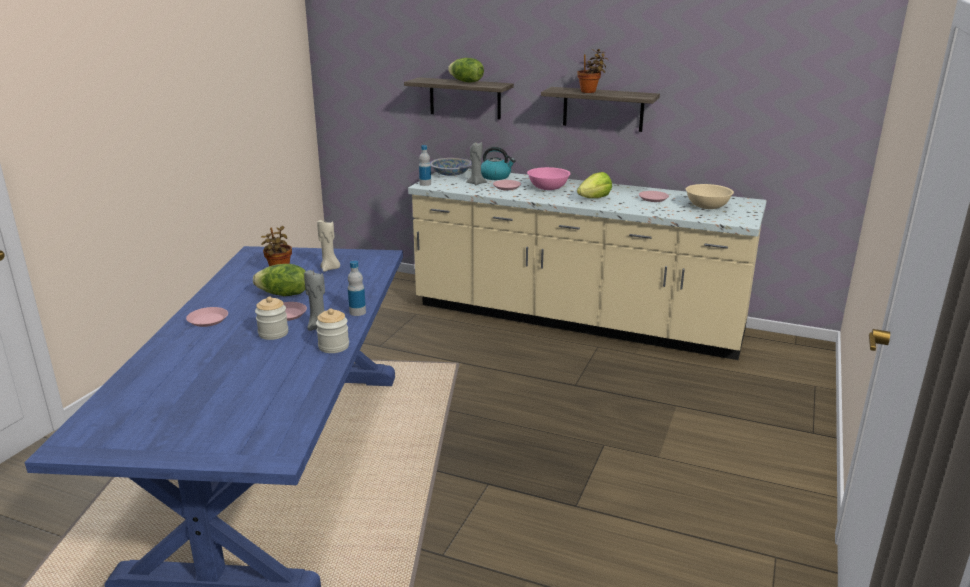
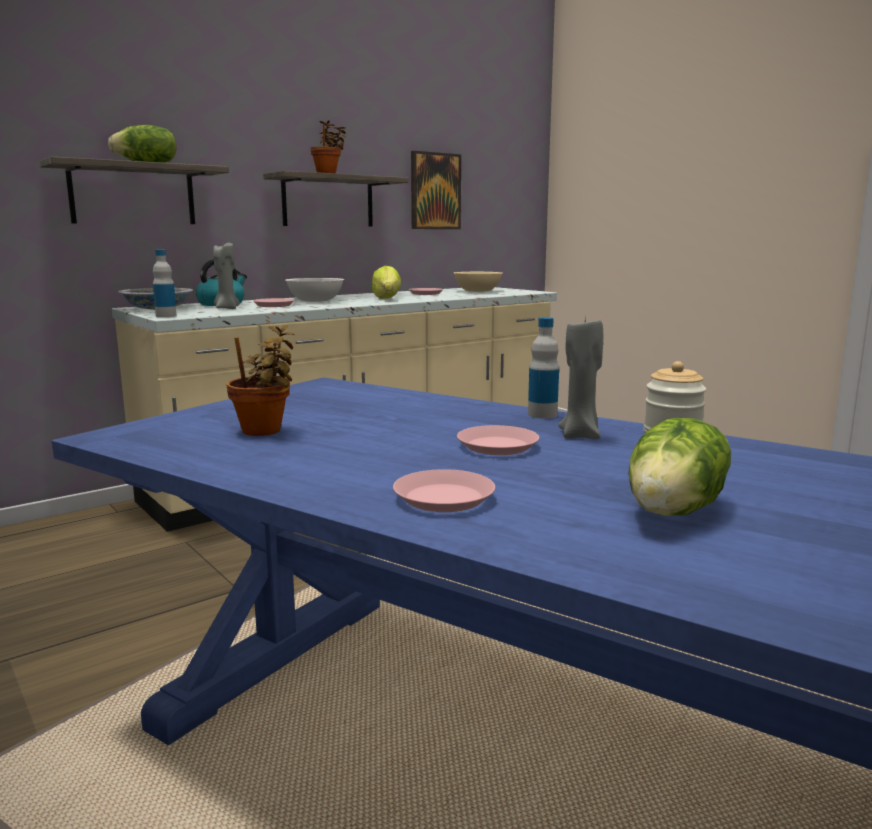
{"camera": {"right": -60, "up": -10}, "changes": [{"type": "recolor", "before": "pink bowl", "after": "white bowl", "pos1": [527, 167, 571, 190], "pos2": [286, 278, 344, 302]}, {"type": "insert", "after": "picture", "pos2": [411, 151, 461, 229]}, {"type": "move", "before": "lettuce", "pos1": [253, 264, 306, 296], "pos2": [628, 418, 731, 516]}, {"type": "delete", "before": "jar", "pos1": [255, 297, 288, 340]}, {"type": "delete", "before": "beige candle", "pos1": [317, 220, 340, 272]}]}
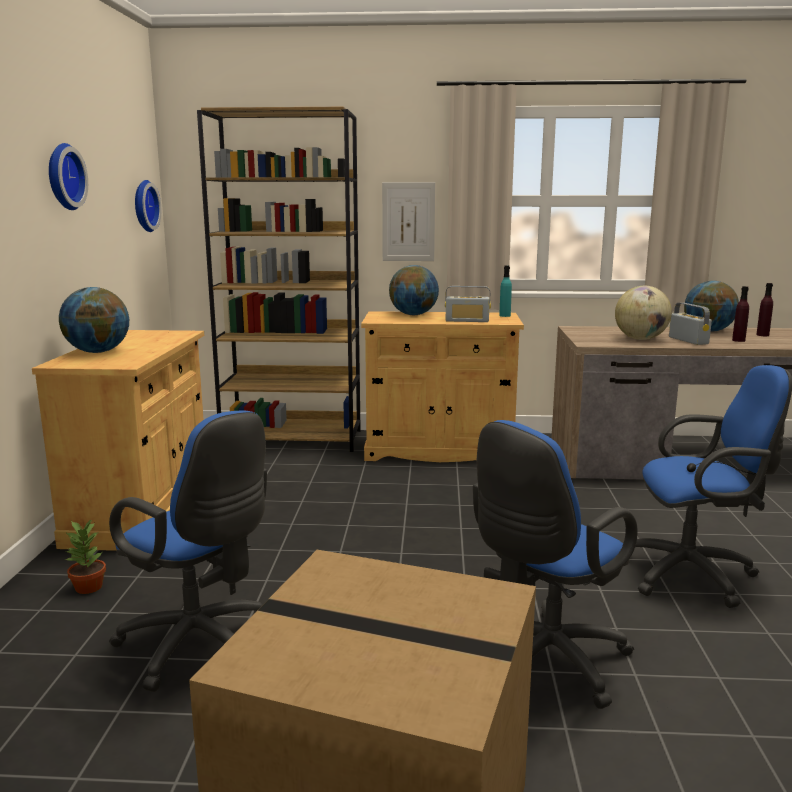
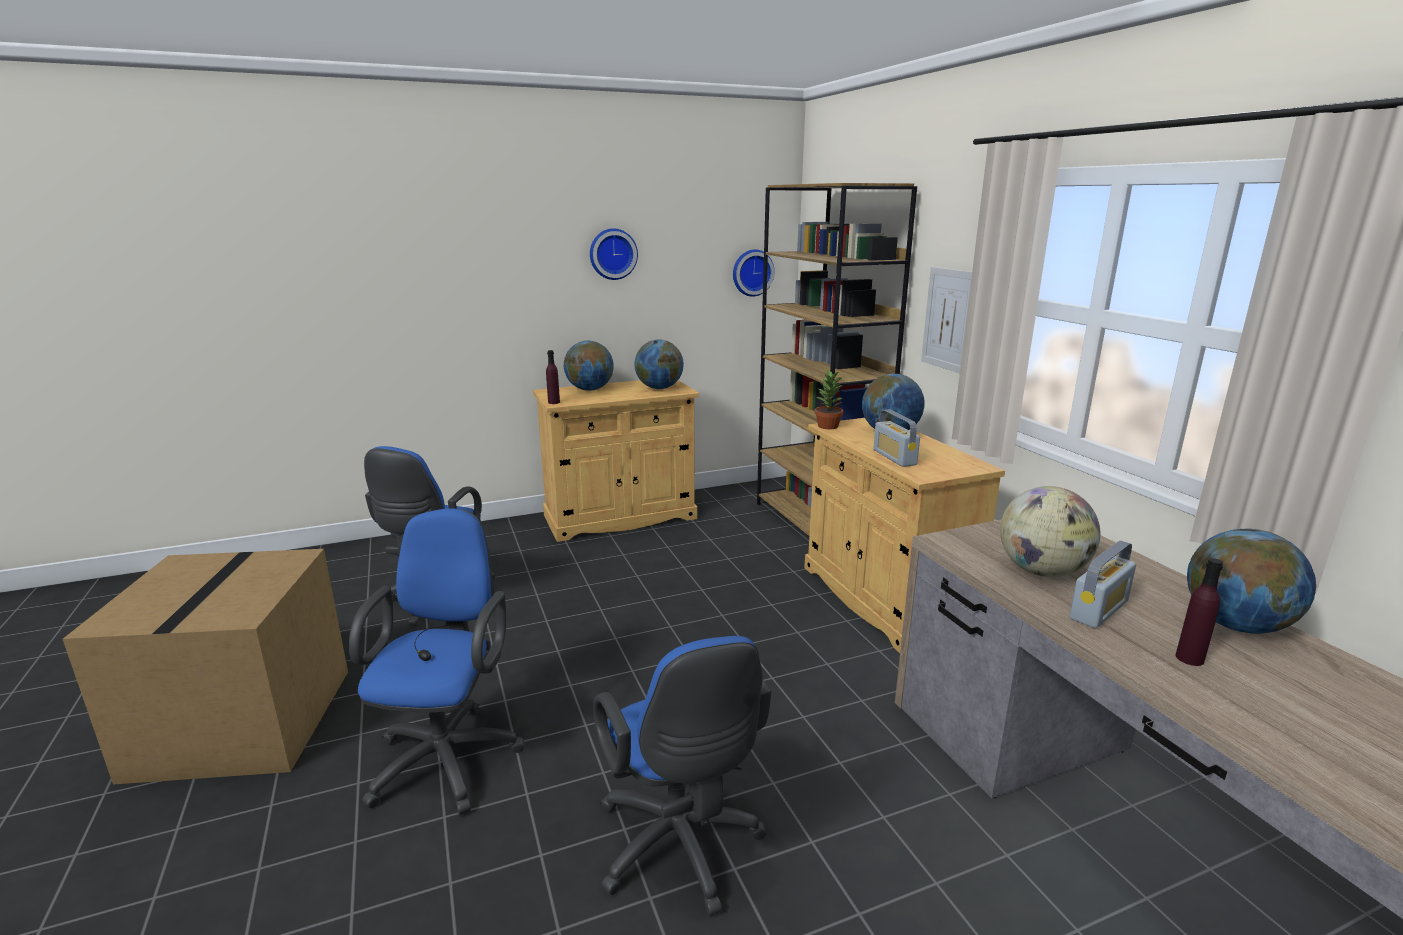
{"camera": {"right": 65, "up": 5}, "changes": [{"type": "rotate", "before": "blue office chair", "pos1": [473, 420, 638, 709], "pos2": [349, 508, 524, 815], "turn": 75}, {"type": "move", "before": "purple bottle", "pos1": [756, 283, 773, 336], "pos2": [546, 350, 560, 404]}, {"type": "insert", "after": "globe", "pos2": [634, 340, 684, 389]}, {"type": "move", "before": "potted plant", "pos1": [65, 519, 106, 594], "pos2": [815, 371, 843, 429]}, {"type": "delete", "before": "turquoise bottle", "pos1": [499, 265, 512, 317]}]}
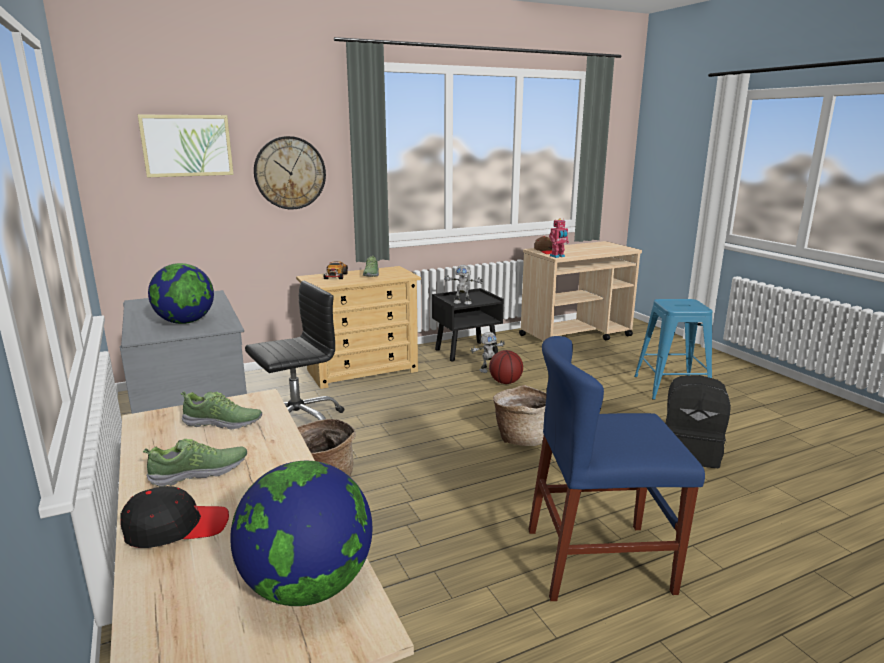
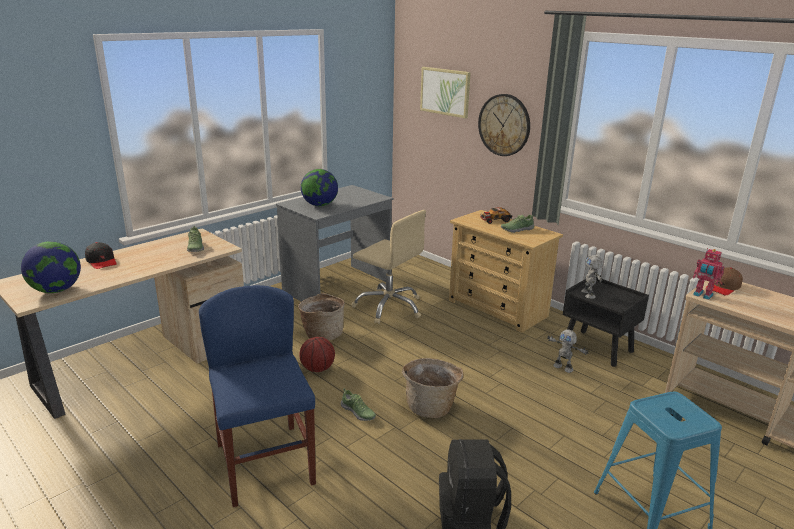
{"camera": {"right": 70, "up": 5}, "changes": [{"type": "move", "before": "basketball", "pos1": [489, 350, 523, 384], "pos2": [299, 337, 335, 372]}, {"type": "move", "before": "shoe", "pos1": [143, 439, 247, 487], "pos2": [341, 388, 376, 421]}, {"type": "recolor", "before": "black office chair", "after": "beige office chair", "pos1": [245, 281, 344, 420], "pos2": [352, 210, 426, 324]}]}
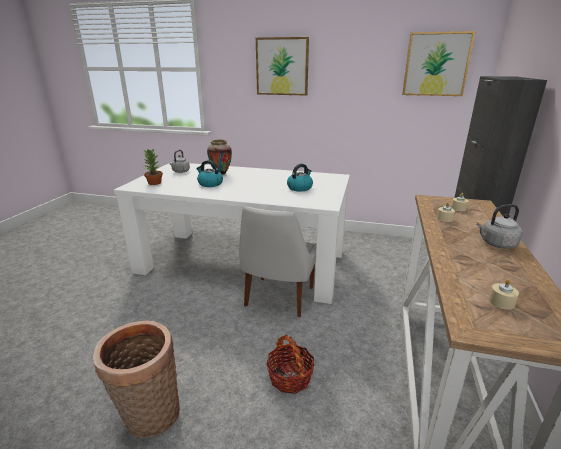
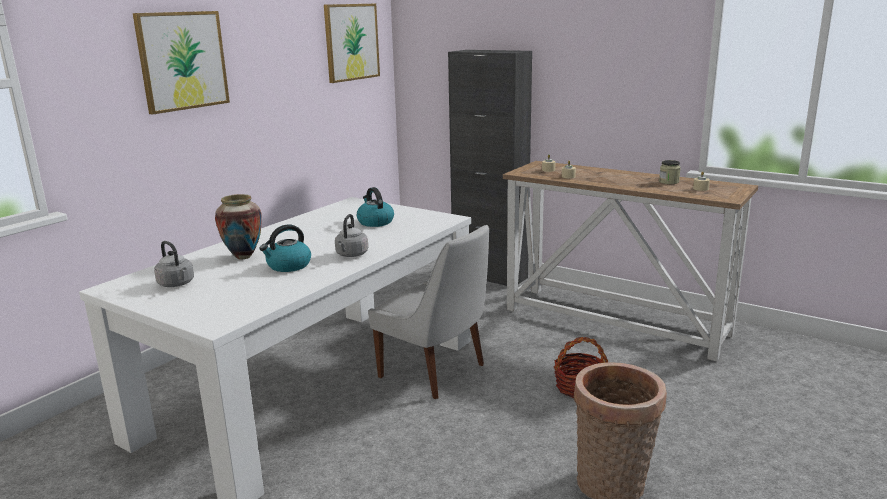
{"camera": {"right": -70, "up": -5}, "changes": [{"type": "move", "before": "grey kettle", "pos1": [477, 204, 523, 249], "pos2": [335, 214, 368, 257]}, {"type": "insert", "after": "jar", "pos2": [659, 160, 681, 184]}, {"type": "delete", "before": "potted plant", "pos1": [143, 148, 163, 185]}]}
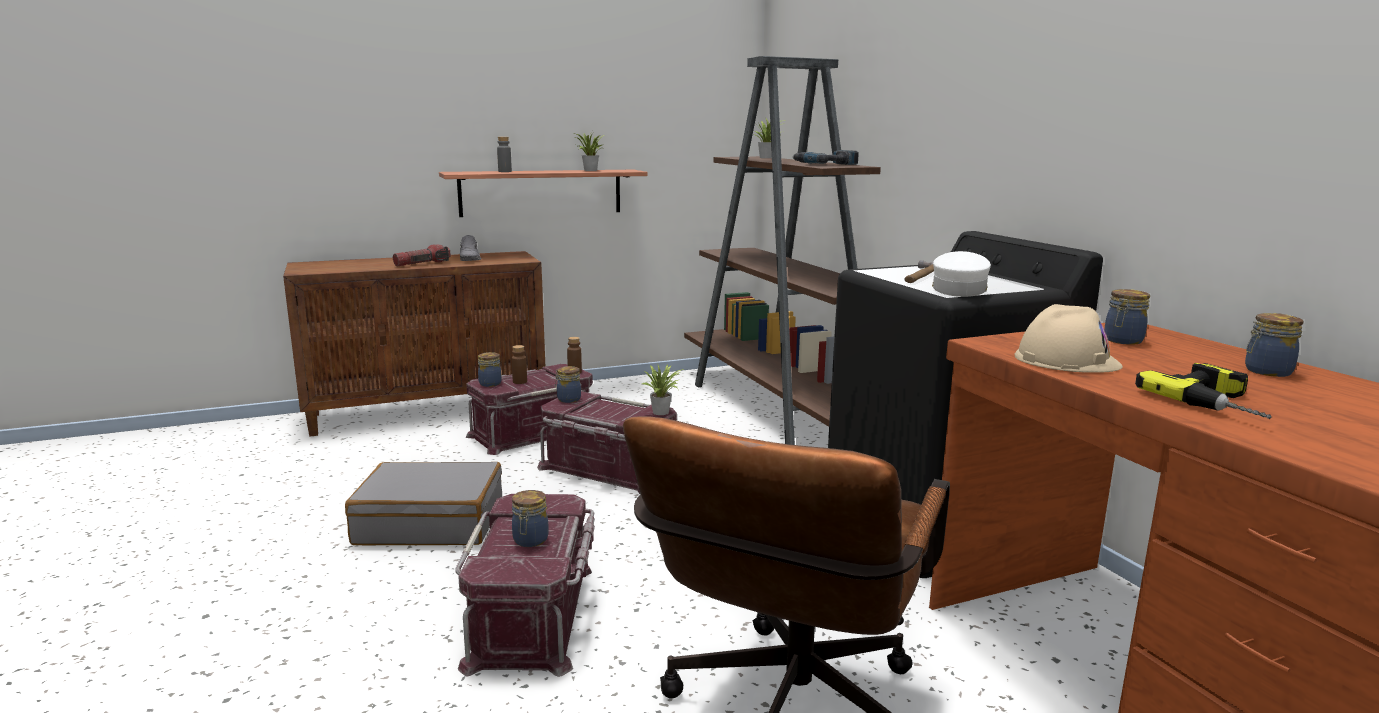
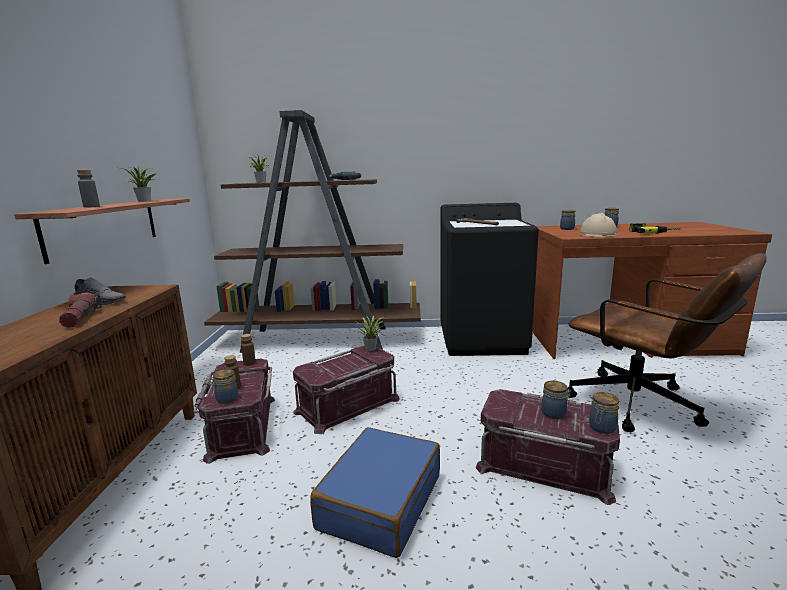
{"camera": {"right": -65, "up": 0}, "changes": [{"type": "recolor", "before": "grey suitcase", "after": "blue suitcase", "pos1": [345, 462, 502, 545], "pos2": [310, 427, 440, 558]}, {"type": "move", "before": "jar", "pos1": [555, 366, 581, 403], "pos2": [589, 392, 619, 434]}, {"type": "delete", "before": "white cap", "pos1": [932, 251, 991, 297]}]}
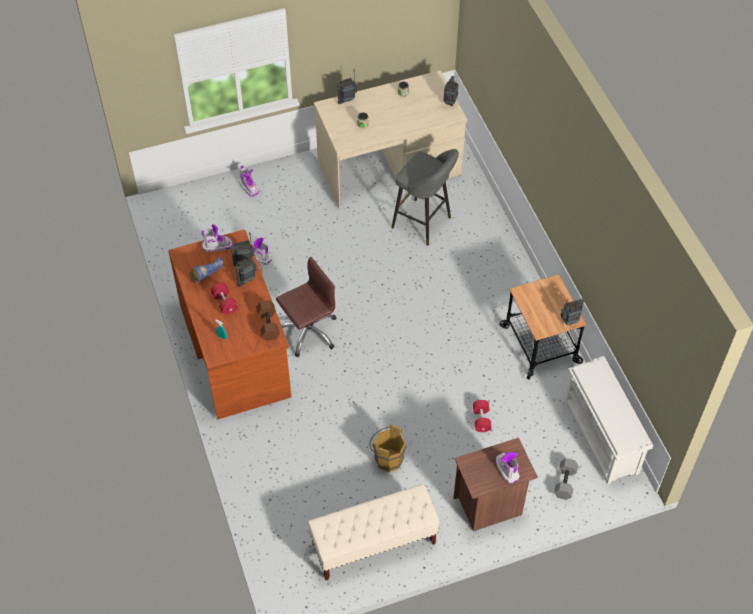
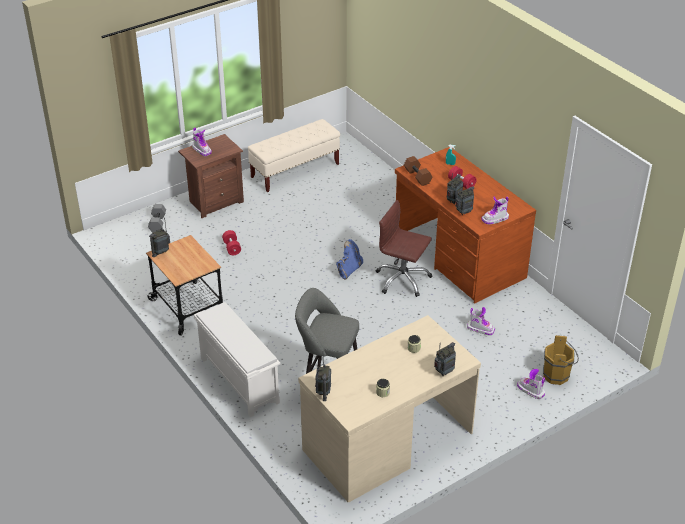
{"camera": {"right": 165, "up": -15}, "changes": [{"type": "move", "before": "white shoe rack", "pos1": [564, 356, 653, 485], "pos2": [194, 302, 281, 417]}, {"type": "move", "before": "blue boot", "pos1": [189, 257, 224, 283], "pos2": [336, 239, 363, 280]}, {"type": "rotate", "before": "brown office chair", "pos1": [276, 256, 337, 357], "pos2": [376, 200, 432, 297], "turn": 75}, {"type": "move", "before": "brown bucket", "pos1": [369, 424, 406, 472], "pos2": [543, 335, 579, 385]}]}
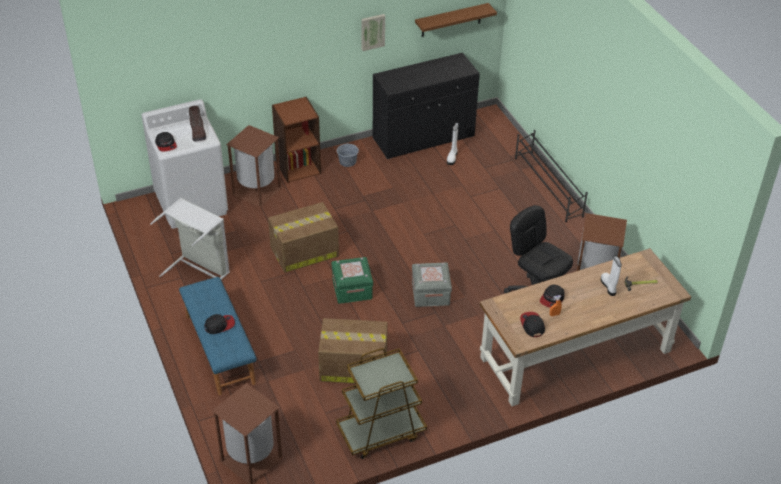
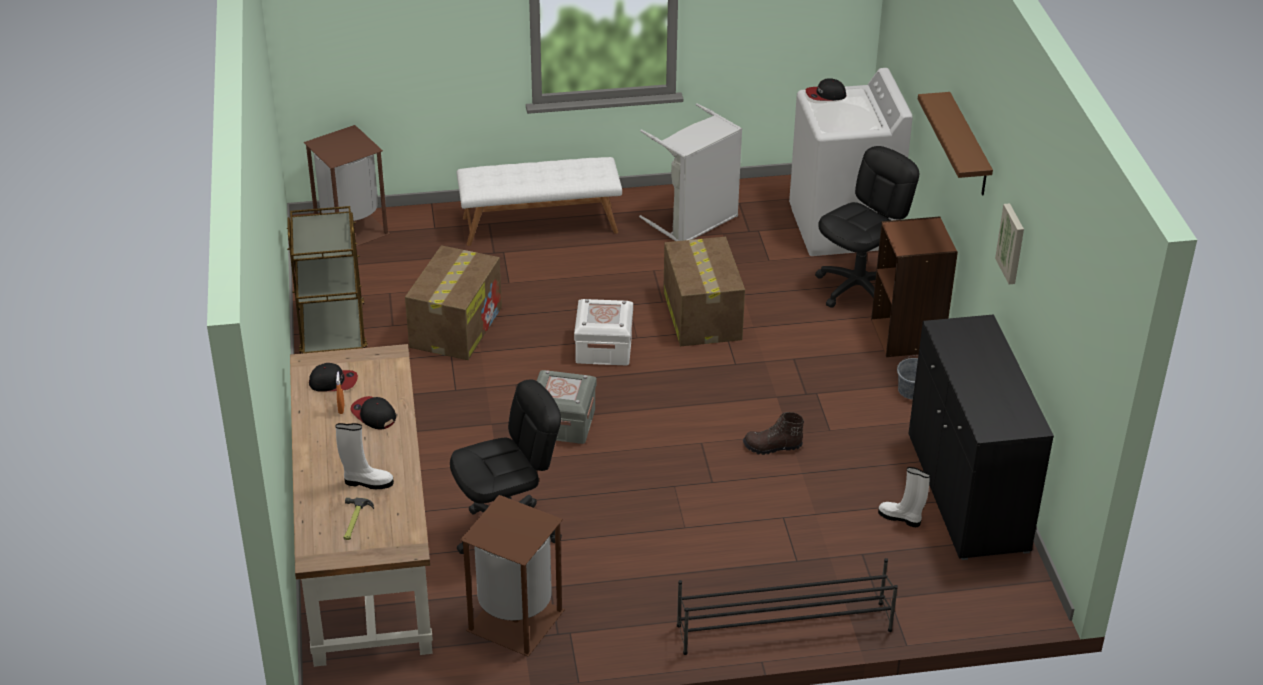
{"camera": {"right": 105, "up": -5}, "changes": [{"type": "recolor", "before": "blue bench", "after": "white bench", "pos1": [179, 277, 256, 396], "pos2": [457, 157, 622, 246]}, {"type": "recolor", "before": "green storage box", "after": "white storage box", "pos1": [331, 257, 373, 304], "pos2": [574, 299, 633, 366]}, {"type": "move", "before": "brown boot", "pos1": [189, 106, 206, 142], "pos2": [743, 412, 804, 455]}, {"type": "replace", "before": "brown trash can", "after": "black office chair", "pos1": [226, 125, 282, 207], "pos2": [815, 146, 919, 308]}, {"type": "move", "before": "brown shelf", "pos1": [415, 3, 497, 37], "pos2": [918, 92, 993, 196]}, {"type": "delete", "before": "cap", "pos1": [204, 314, 235, 334]}]}
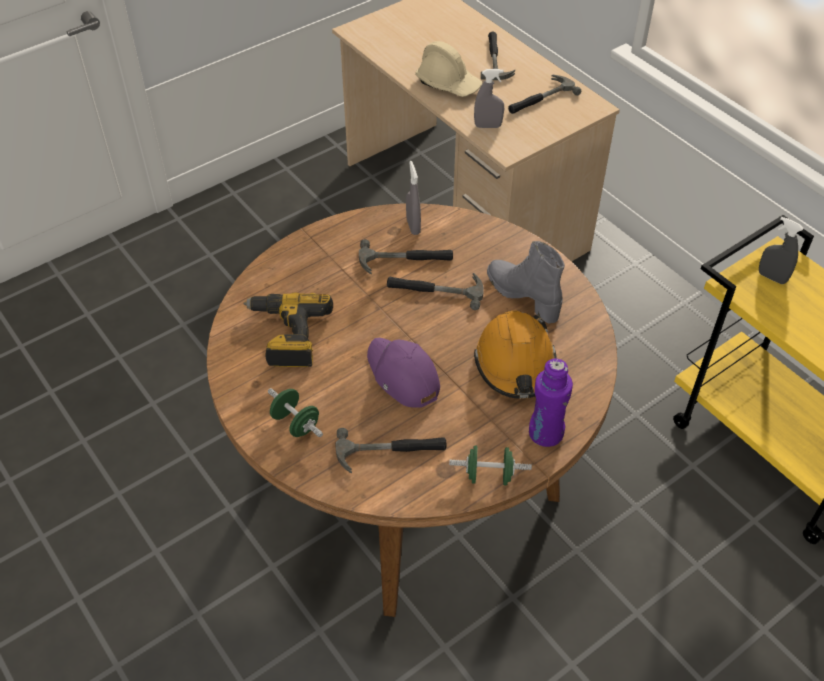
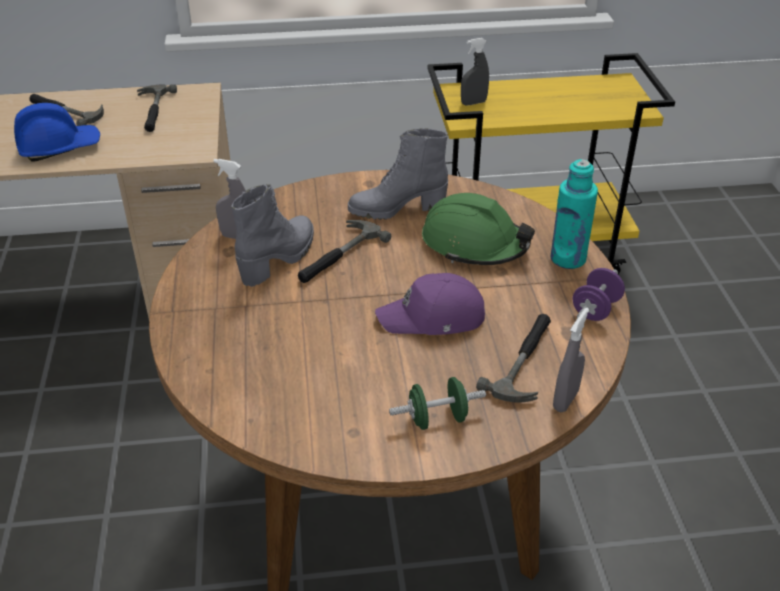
{"camera": {"right": -60, "up": -10}, "changes": [{"type": "recolor", "before": "beige hard hat", "after": "blue hard hat", "pos1": [415, 41, 482, 97], "pos2": [14, 103, 100, 162]}, {"type": "replace", "before": "hammer", "after": "grey boot", "pos1": [359, 239, 453, 274], "pos2": [231, 184, 314, 287]}, {"type": "recolor", "before": "orange hard hat", "after": "green hard hat", "pos1": [474, 311, 557, 399], "pos2": [422, 193, 535, 265]}, {"type": "recolor", "before": "purple bottle", "after": "turquoise bottle", "pos1": [529, 358, 573, 447], "pos2": [551, 159, 598, 269]}, {"type": "move", "before": "grey spray bottle", "pos1": [474, 69, 504, 128], "pos2": [553, 308, 589, 412]}, {"type": "recolor", "before": "green dumbbell", "after": "purple dumbbell", "pos1": [449, 445, 532, 485], "pos2": [573, 268, 625, 321]}, {"type": "delete", "before": "power drill", "pos1": [244, 293, 333, 367]}]}
